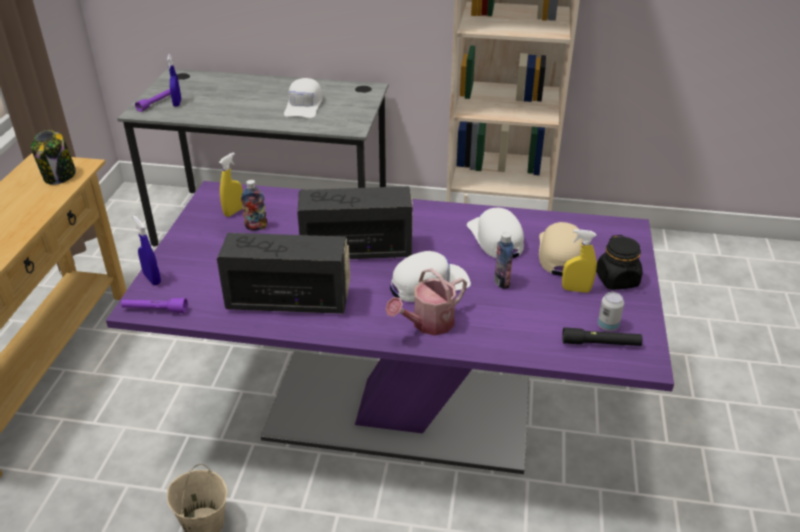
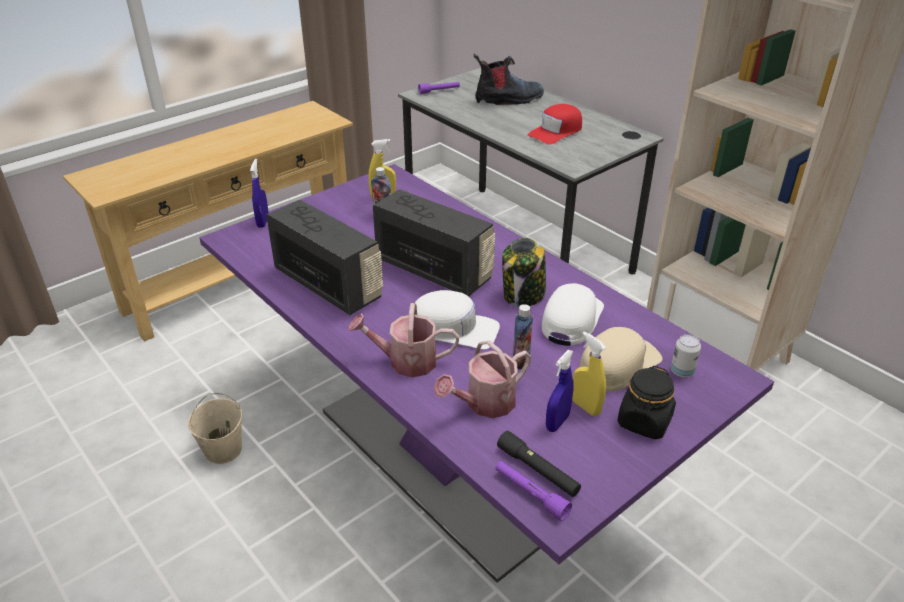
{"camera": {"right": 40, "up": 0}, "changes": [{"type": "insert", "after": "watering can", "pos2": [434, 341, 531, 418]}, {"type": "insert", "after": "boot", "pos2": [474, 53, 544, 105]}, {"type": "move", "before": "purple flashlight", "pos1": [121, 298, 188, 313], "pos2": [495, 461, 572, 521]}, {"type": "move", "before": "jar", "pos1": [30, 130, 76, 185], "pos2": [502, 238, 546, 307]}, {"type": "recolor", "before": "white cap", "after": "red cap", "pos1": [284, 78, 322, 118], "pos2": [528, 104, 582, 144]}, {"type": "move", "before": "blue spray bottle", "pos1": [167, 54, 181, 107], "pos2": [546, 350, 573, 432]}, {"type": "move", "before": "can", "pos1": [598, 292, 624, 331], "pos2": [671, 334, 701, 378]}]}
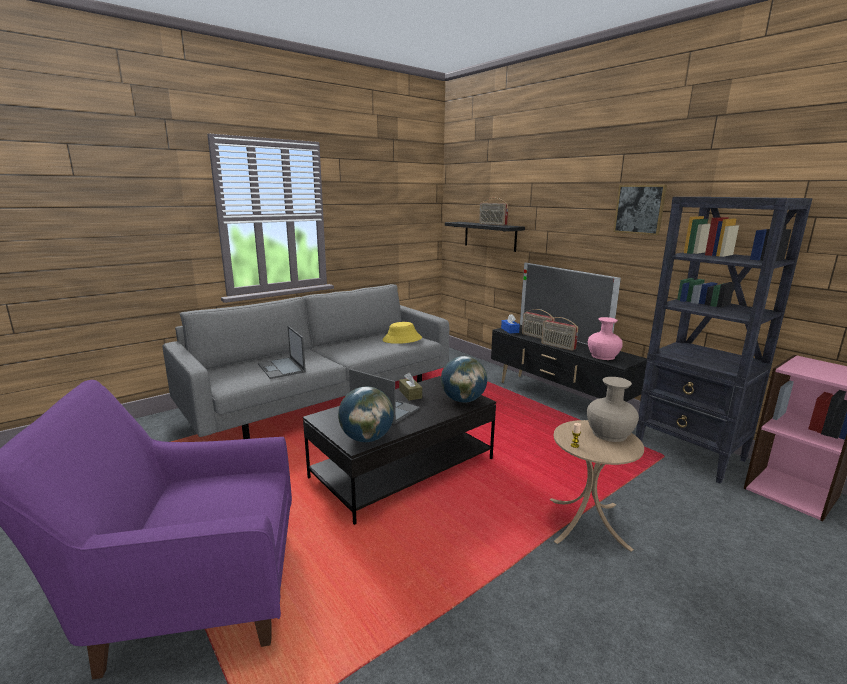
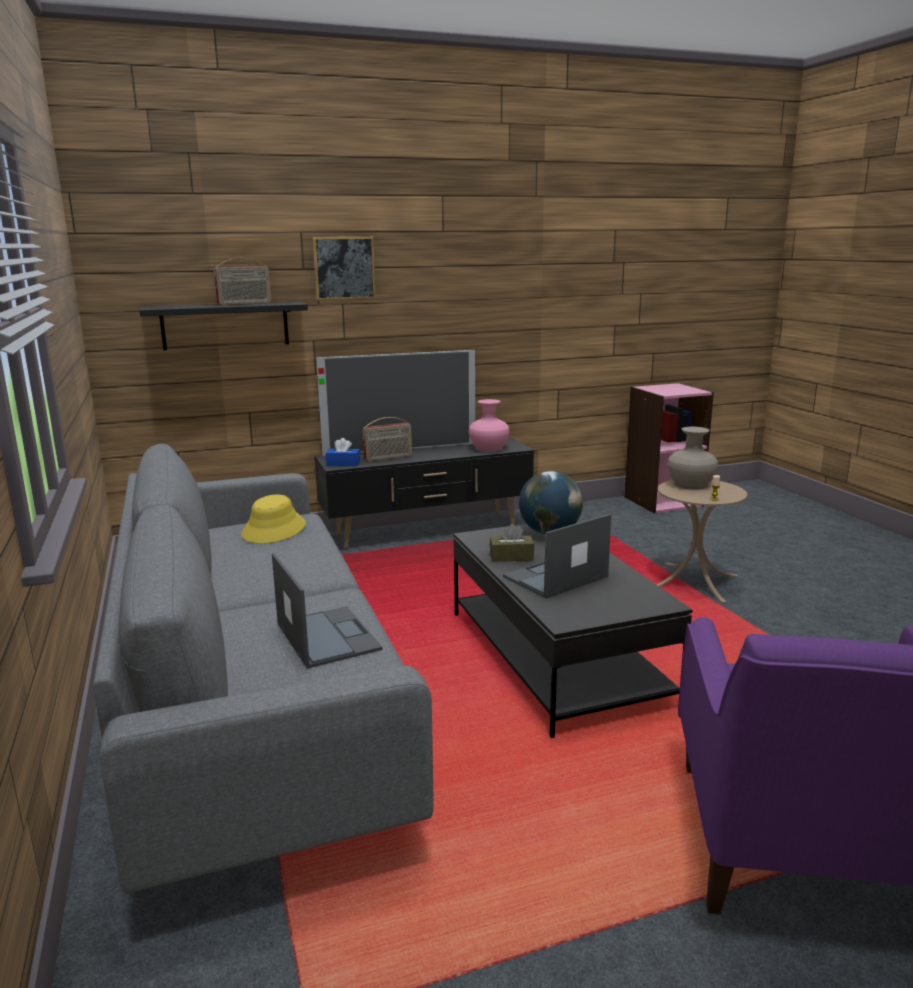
{"camera": {"right": -70, "up": 0}, "changes": [{"type": "rotate", "before": "laptop", "pos1": [258, 326, 306, 379], "pos2": [272, 553, 383, 669], "turn": -105}, {"type": "move", "before": "picture", "pos1": [613, 185, 667, 235], "pos2": [313, 237, 376, 300]}, {"type": "delete", "before": "globe", "pos1": [338, 387, 394, 442]}, {"type": "delete", "before": "radio", "pos1": [541, 317, 578, 351]}, {"type": "delete", "before": "black bookcase", "pos1": [636, 197, 813, 484]}]}
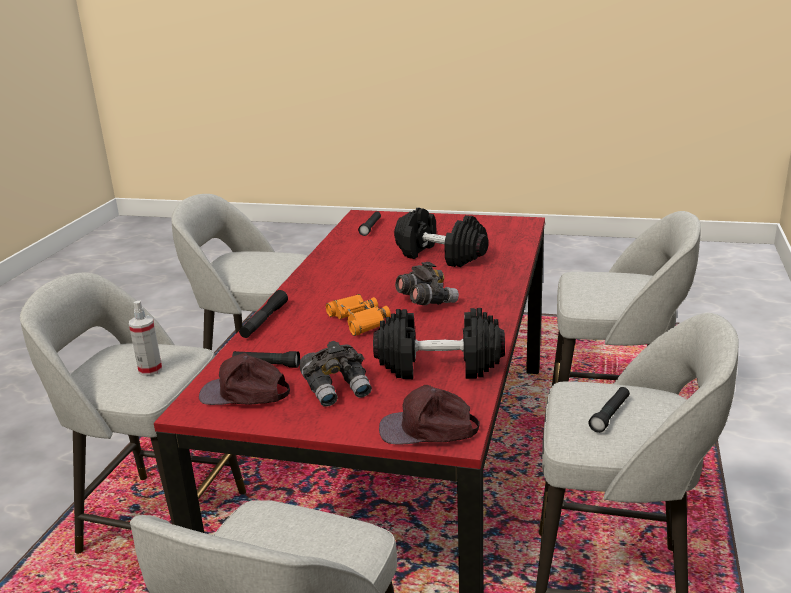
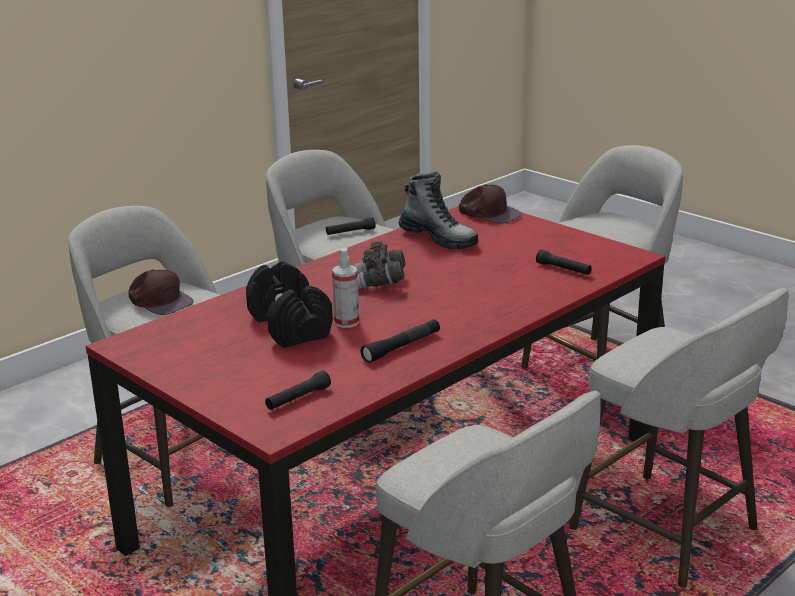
{"camera": {"right": -150, "up": 0}, "changes": [{"type": "move", "before": "brown cap", "pos1": [199, 353, 290, 405], "pos2": [128, 269, 194, 315]}, {"type": "move", "before": "spray bottle", "pos1": [129, 301, 162, 376], "pos2": [332, 248, 359, 328]}, {"type": "move", "before": "black flashlight", "pos1": [239, 290, 288, 338], "pos2": [361, 319, 440, 363]}, {"type": "replace", "before": "black dumbbell", "after": "boot", "pos1": [373, 308, 505, 379], "pos2": [399, 171, 479, 250]}, {"type": "delete", "before": "grey binoculars", "pos1": [299, 341, 372, 407]}, {"type": "delete", "before": "orange binoculars", "pos1": [326, 294, 391, 336]}]}
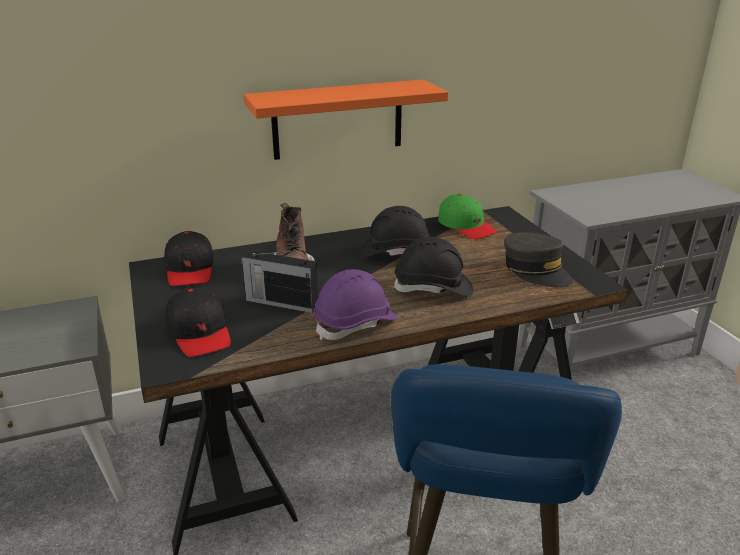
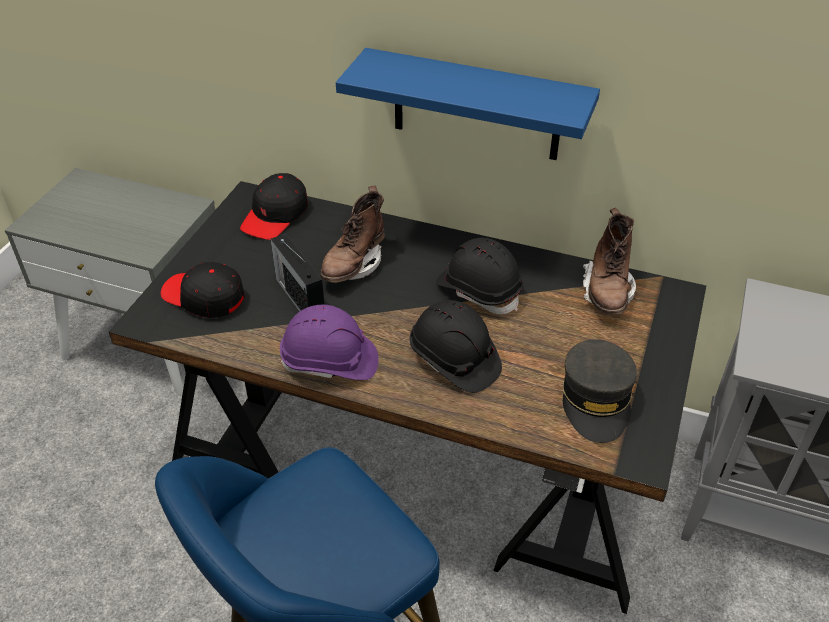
{"camera": {"right": 40, "up": 15}, "changes": [{"type": "rotate", "before": "black cap", "pos1": [165, 288, 231, 357], "pos2": [161, 262, 244, 318], "turn": 105}, {"type": "recolor", "before": "orange shelf", "after": "blue shelf", "pos1": [243, 79, 448, 160], "pos2": [336, 48, 600, 160]}, {"type": "replace", "before": "green cap", "after": "brown boot", "pos1": [438, 194, 497, 240], "pos2": [583, 208, 636, 315]}]}
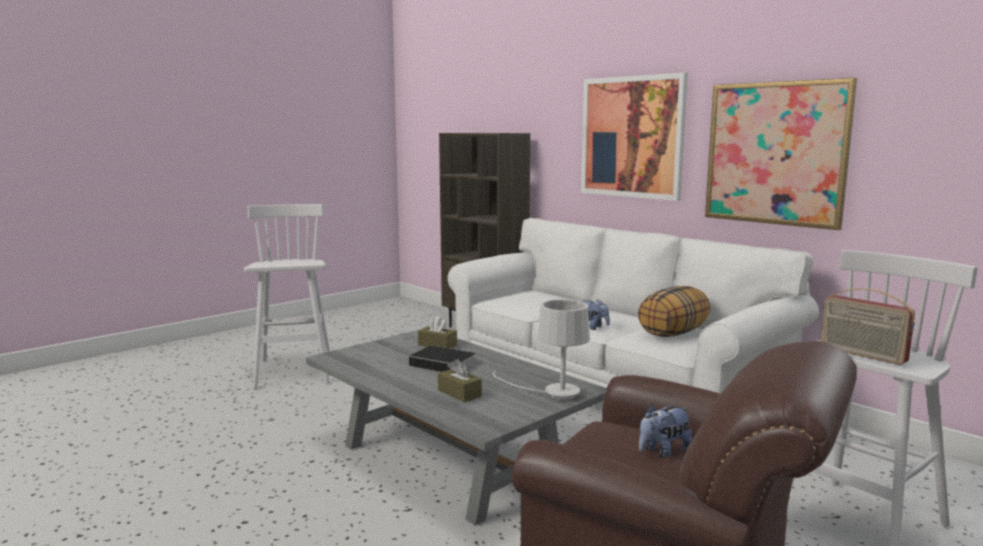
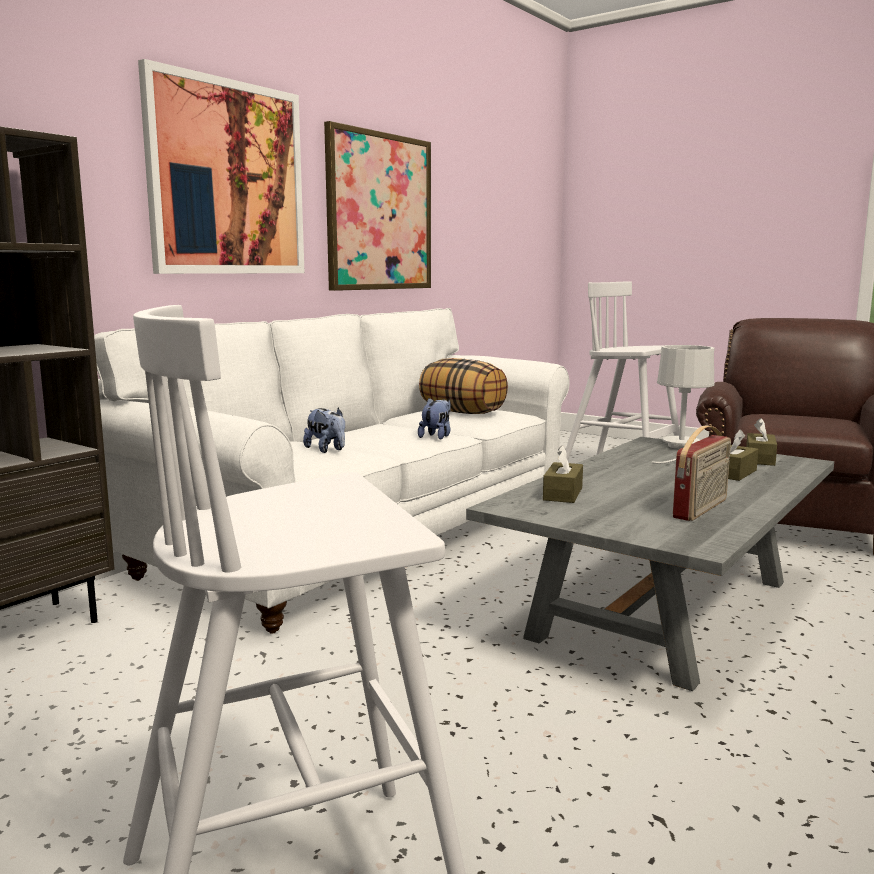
{"camera": {"right": -100, "up": 0}, "changes": [{"type": "move", "before": "plush toy", "pos1": [639, 405, 692, 458], "pos2": [303, 407, 345, 453]}, {"type": "move", "before": "radio", "pos1": [821, 288, 915, 365], "pos2": [673, 426, 731, 521]}, {"type": "insert", "after": "brown tissue box", "pos2": [746, 418, 777, 466]}, {"type": "delete", "before": "book", "pos1": [409, 345, 476, 372]}]}
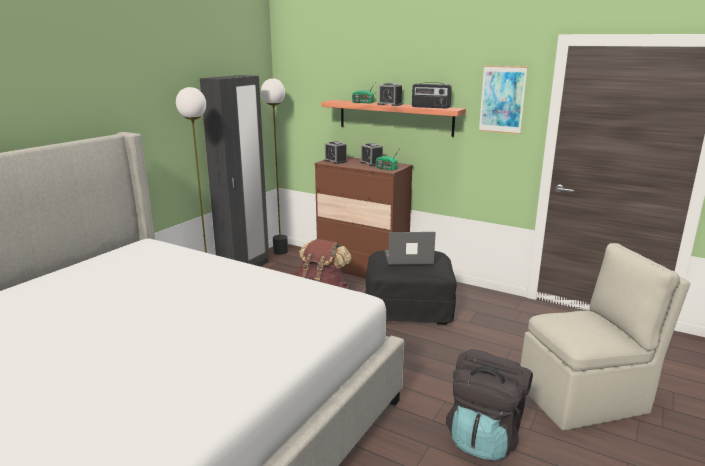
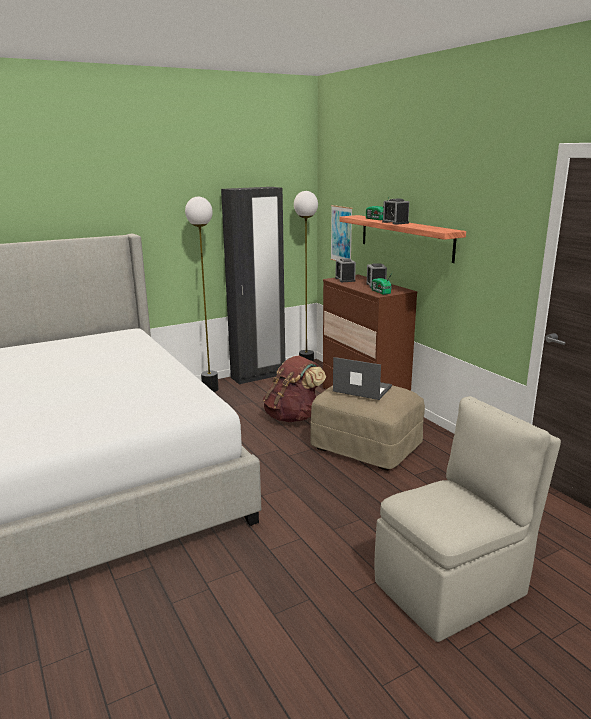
{"camera": {"right": 30, "up": 0}, "changes": [{"type": "recolor", "before": "black ottoman", "after": "beige ottoman", "pos1": [365, 250, 457, 325], "pos2": [310, 385, 425, 471]}, {"type": "move", "before": "picture", "pos1": [479, 66, 527, 134], "pos2": [330, 205, 353, 261]}, {"type": "rotate", "before": "beige chair", "pos1": [520, 243, 690, 431], "pos2": [375, 396, 561, 642], "turn": -45}, {"type": "delete", "before": "radio", "pos1": [412, 82, 452, 109]}, {"type": "delete", "before": "black backpack", "pos1": [446, 349, 533, 461]}]}
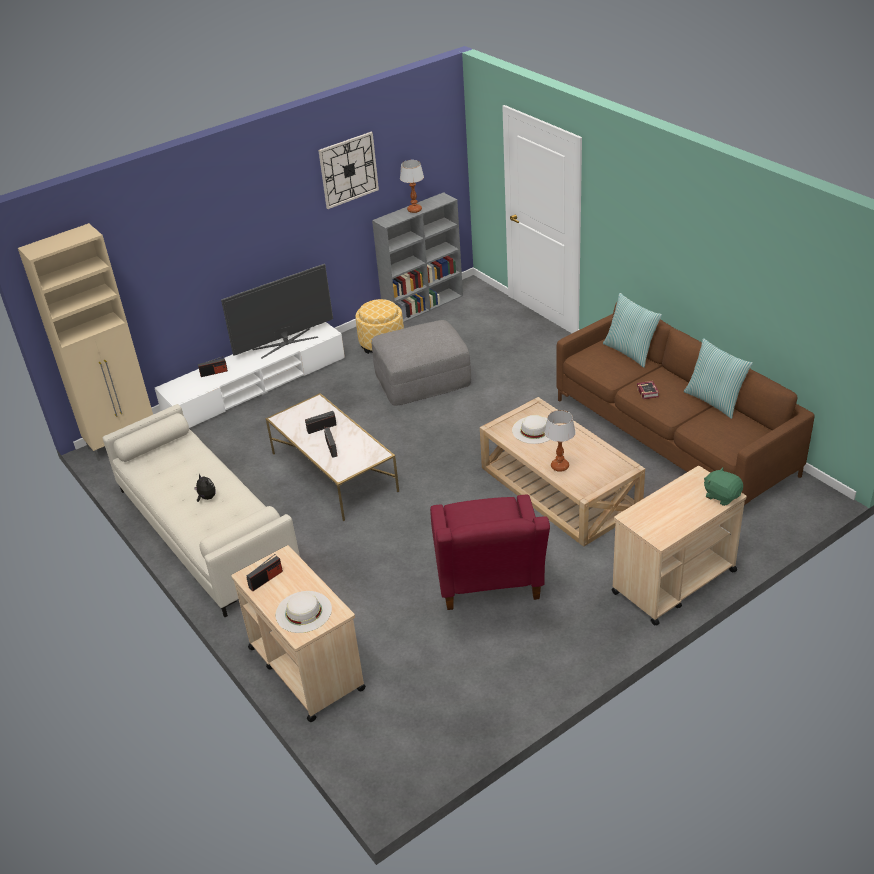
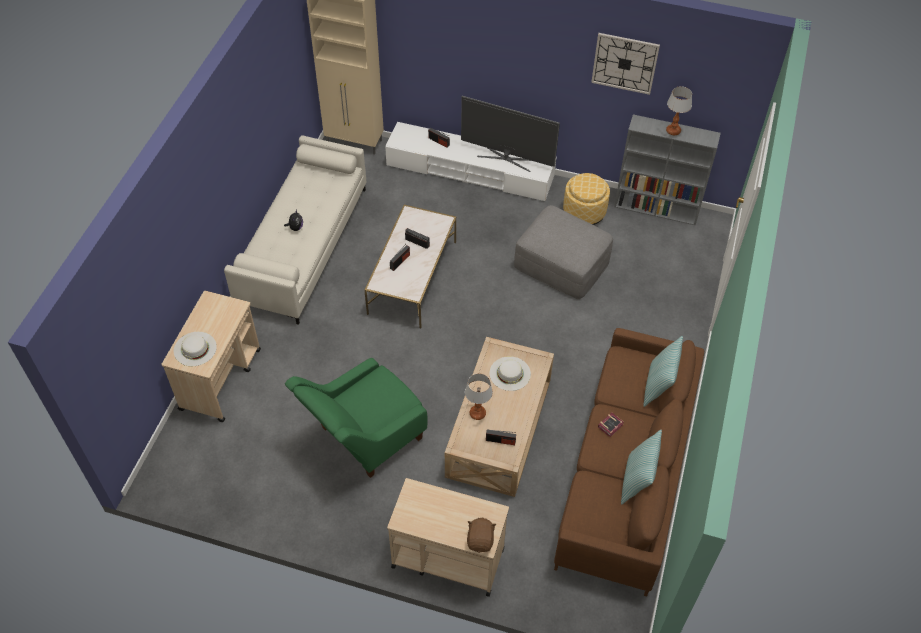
{"camera": {"right": 50, "up": 15}, "changes": [{"type": "recolor", "before": "red armchair", "after": "green armchair", "pos1": [430, 495, 550, 610], "pos2": [285, 358, 427, 478]}, {"type": "recolor", "before": "green plush toy", "after": "brown plush toy", "pos1": [704, 467, 743, 506], "pos2": [467, 517, 496, 553]}, {"type": "move", "before": "radio", "pos1": [246, 554, 283, 591], "pos2": [486, 429, 516, 445]}]}
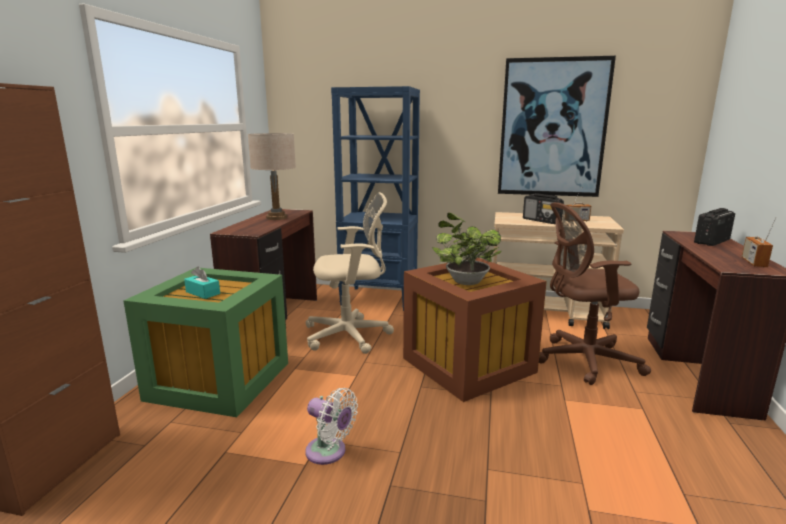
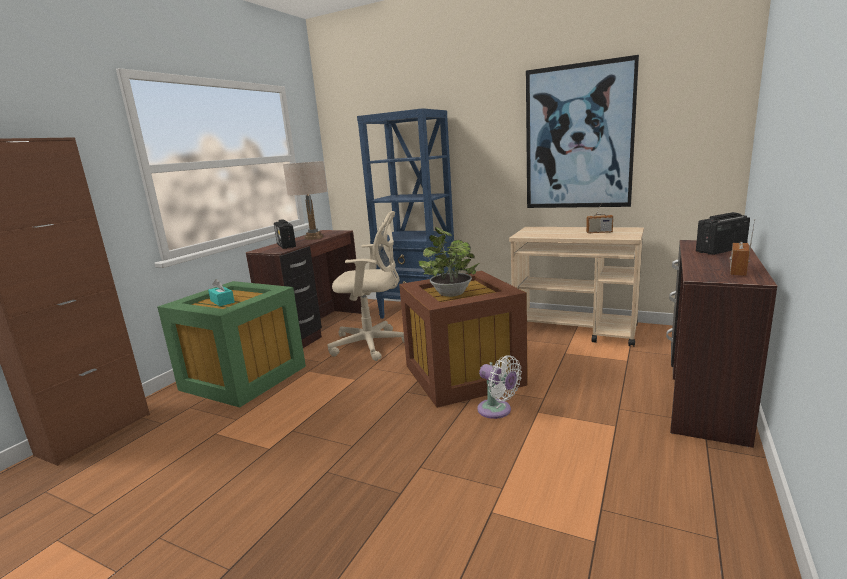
{"camera": {"right": 15, "up": 0}, "changes": [{"type": "move", "before": "radio", "pos1": [523, 193, 564, 224], "pos2": [274, 219, 296, 249]}, {"type": "move", "before": "white fan", "pos1": [305, 388, 358, 465], "pos2": [477, 355, 522, 419]}, {"type": "delete", "before": "brown office chair", "pos1": [539, 202, 651, 385]}]}
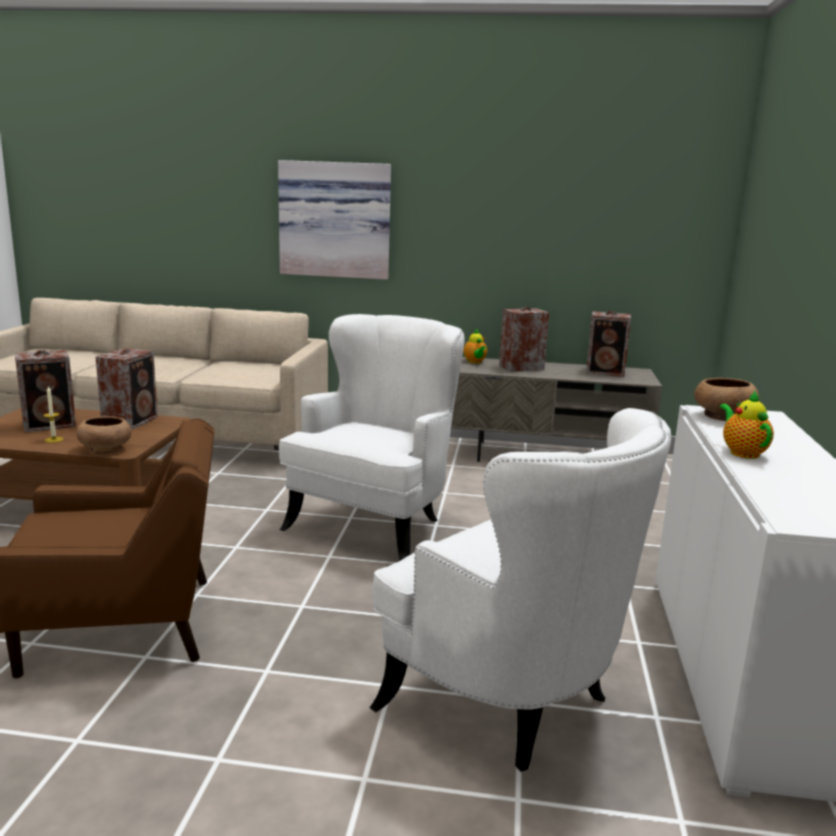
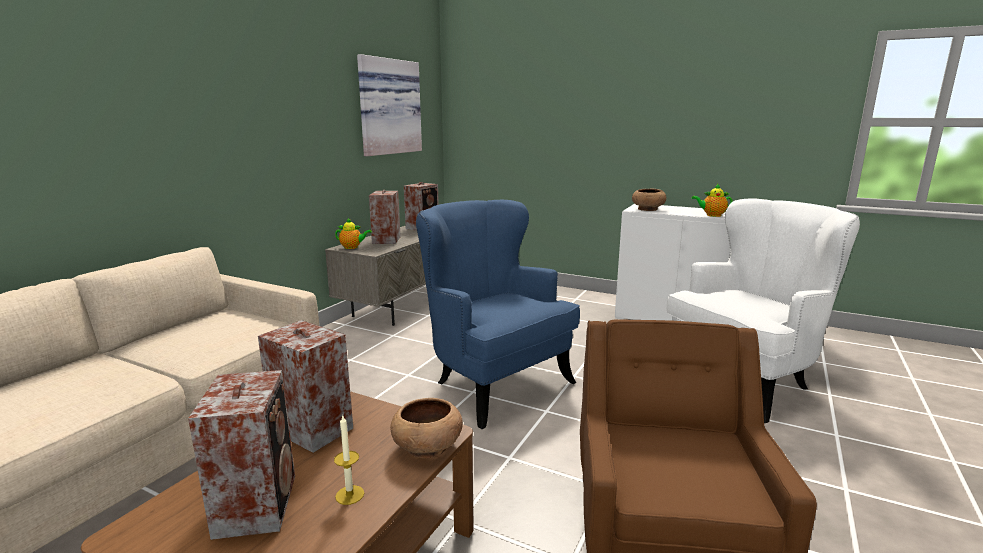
{"camera": {"right": -70, "up": 0}, "changes": [{"type": "move", "before": "picture", "pos1": [278, 160, 391, 280], "pos2": [357, 54, 422, 156]}, {"type": "recolor", "before": "white armchair", "after": "blue armchair", "pos1": [279, 314, 464, 561], "pos2": [416, 200, 580, 429]}]}
